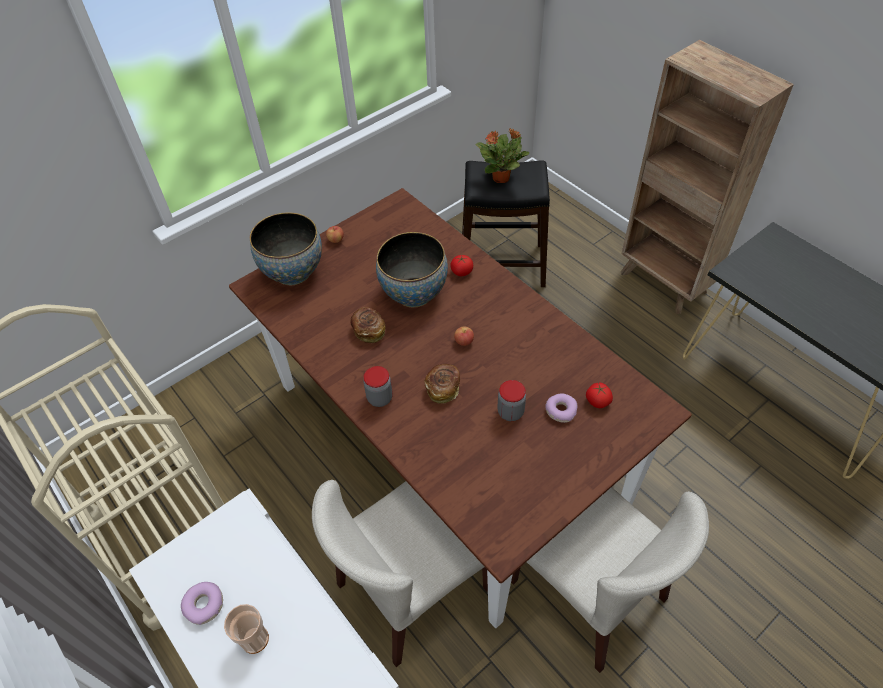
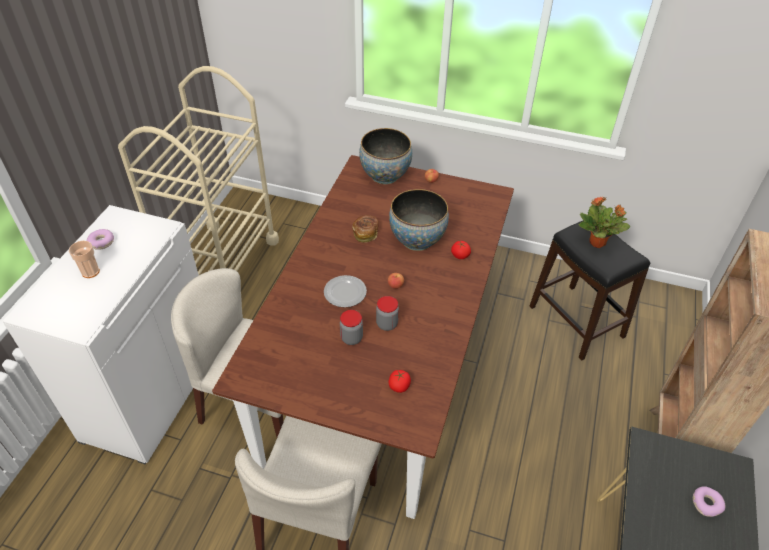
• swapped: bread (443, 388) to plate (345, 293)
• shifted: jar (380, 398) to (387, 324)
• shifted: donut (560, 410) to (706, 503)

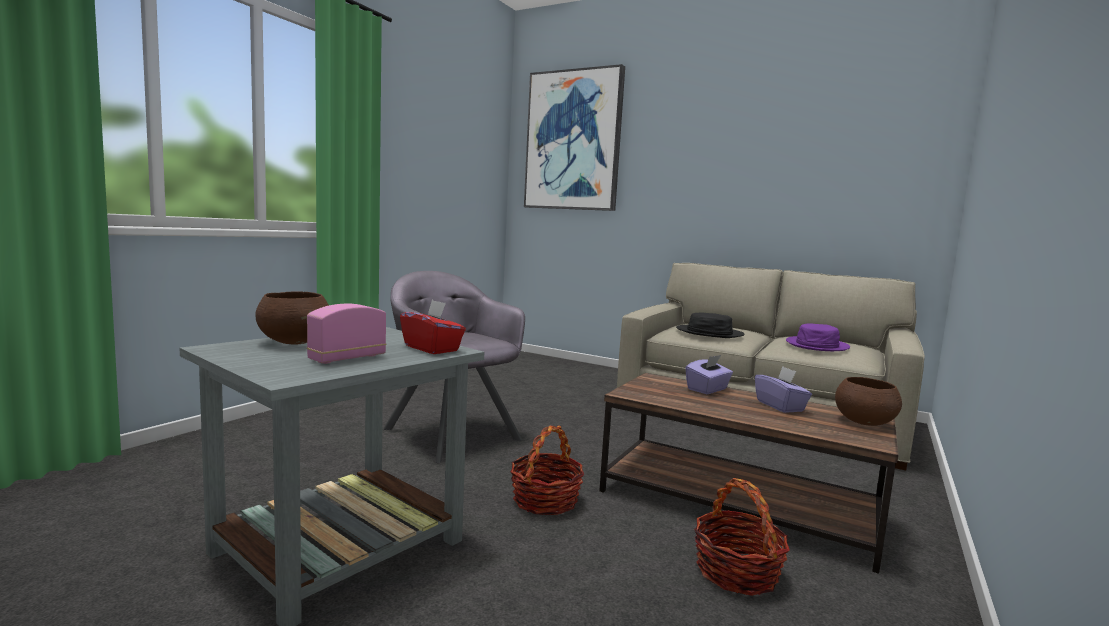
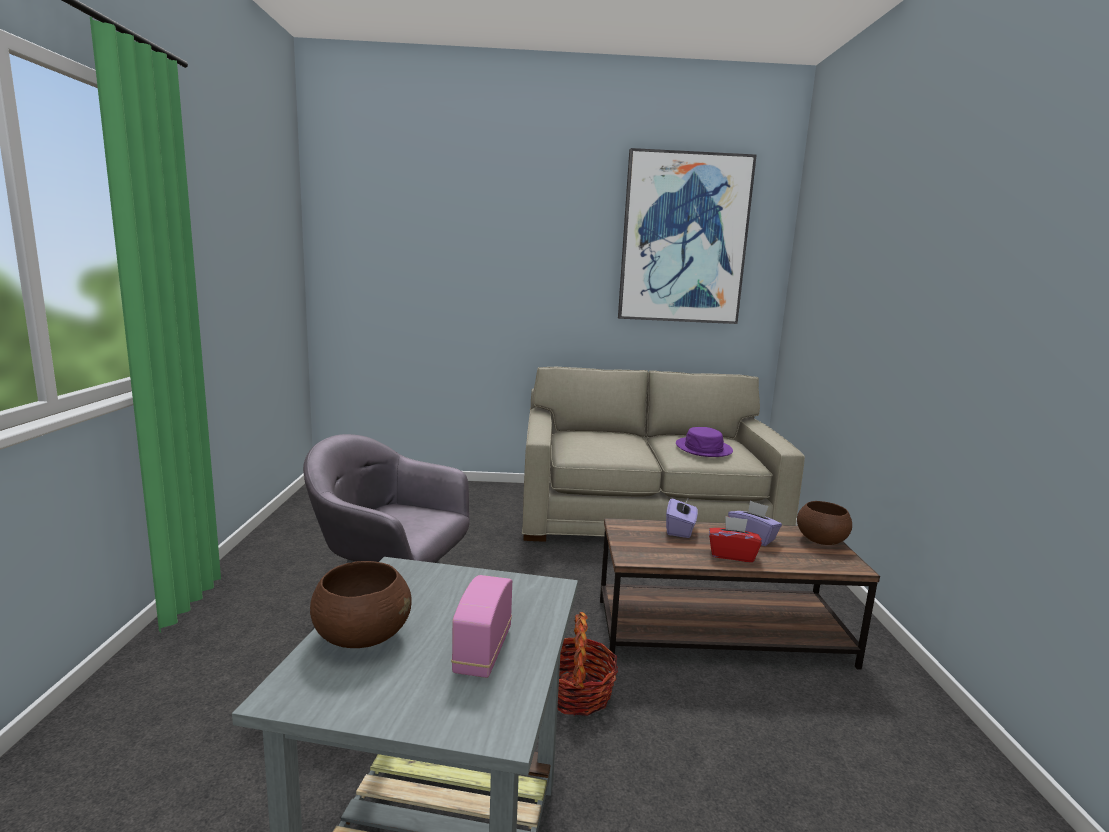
• shifted: picture (573, 141) to (683, 239)
• shifted: red_tissue_box (432, 348) to (732, 555)
• gone: black_hat (709, 333)
• gone: basket (737, 572)

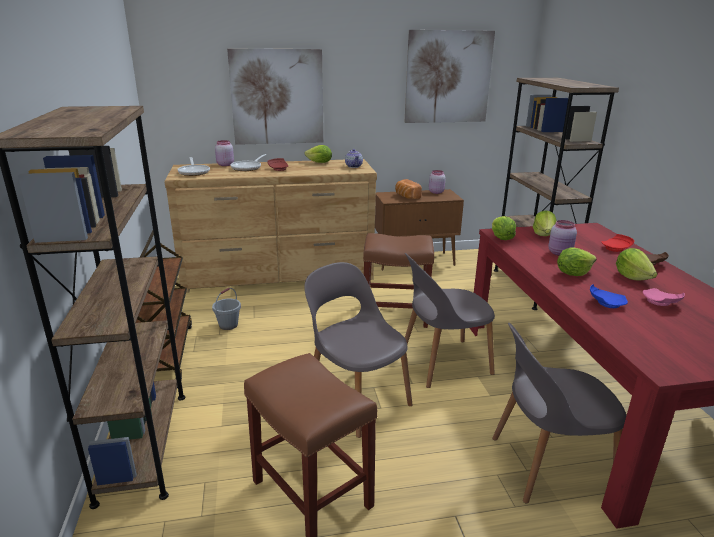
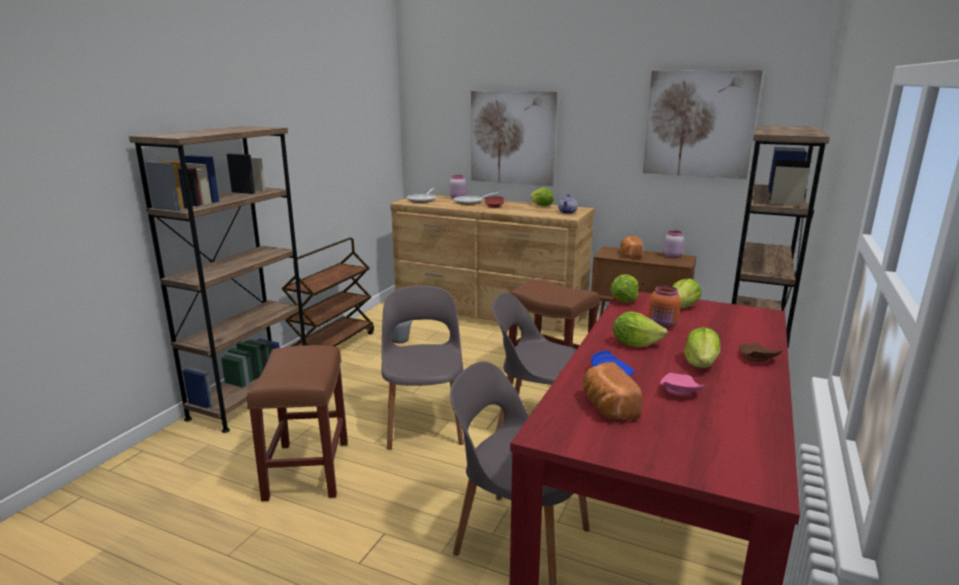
• new: bread (607, 407)
• repainted: pink_jar (560, 253) to orange_jar (663, 326)
• gone: red_plate (616, 248)

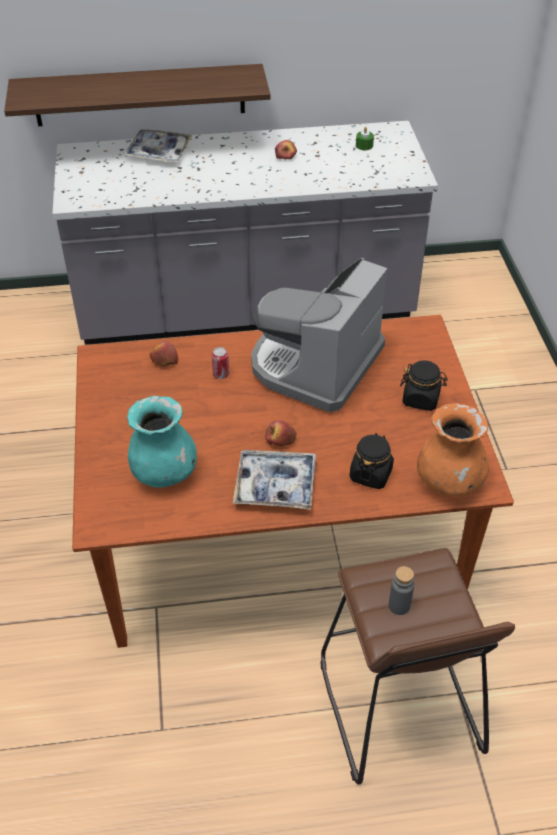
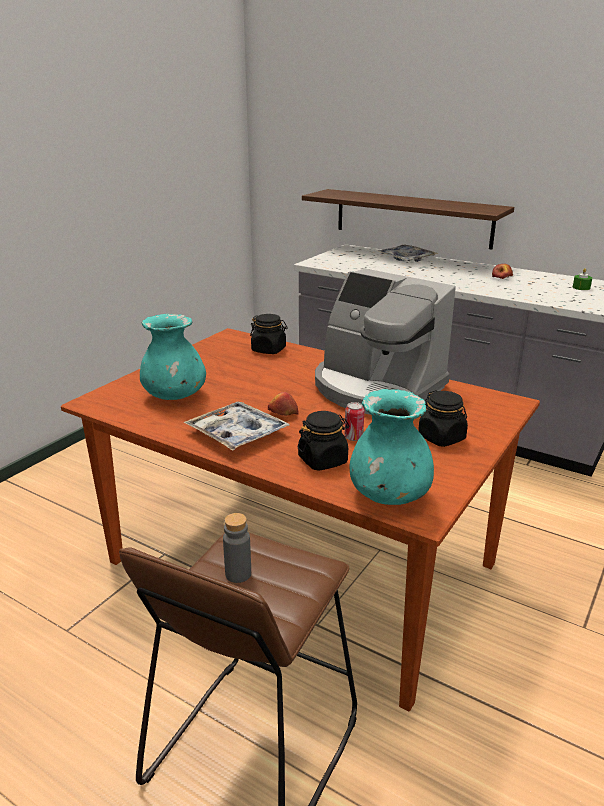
• swapped: apple (164, 360) to black_jar (269, 350)
• rotated: coffee_machine (315, 365) = (376, 388) 120 degrees counterclockwise
• shifted: can (221, 374) to (353, 437)
• repainted: orange_vase (449, 481) to turquoise_vase (389, 496)

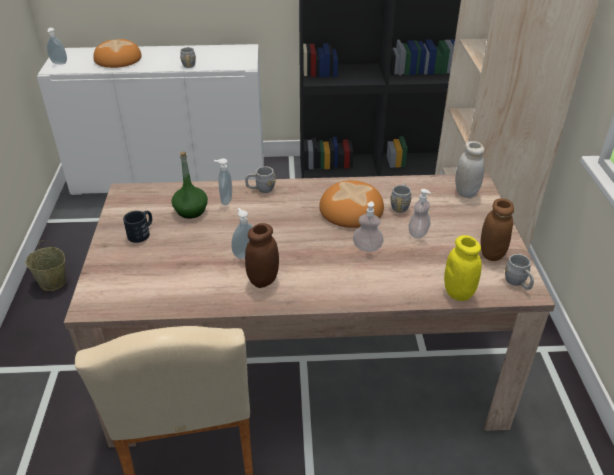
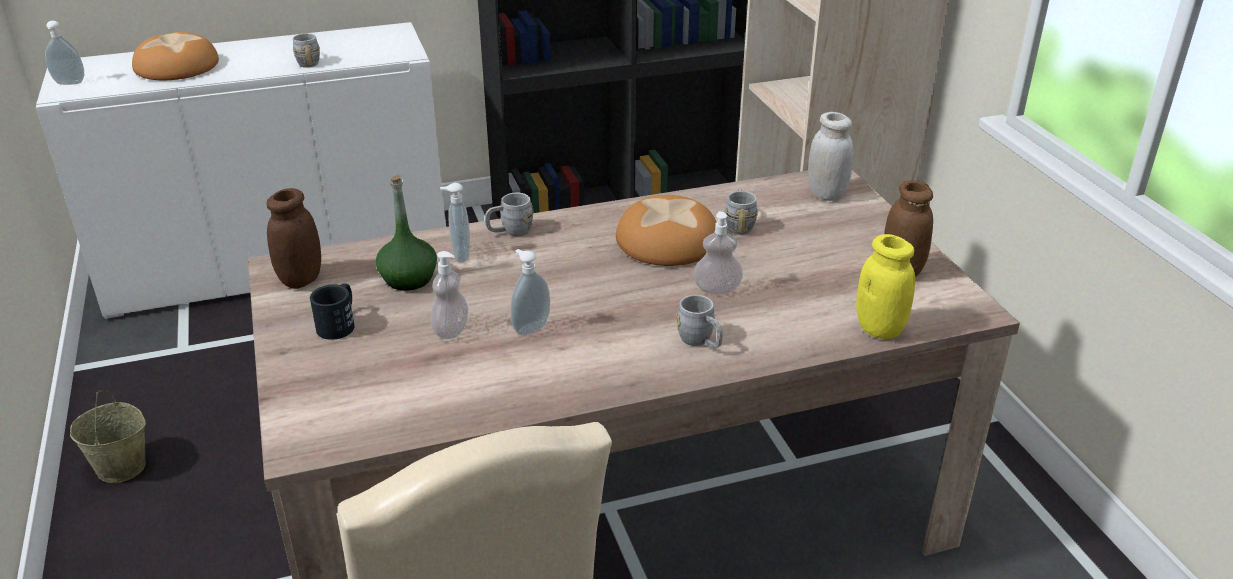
• shifted: brown_jar (263, 280) to (301, 279)
• shifted: soap_dispenser (418, 233) to (451, 330)
• shifted: grey_mug (518, 283) to (700, 342)

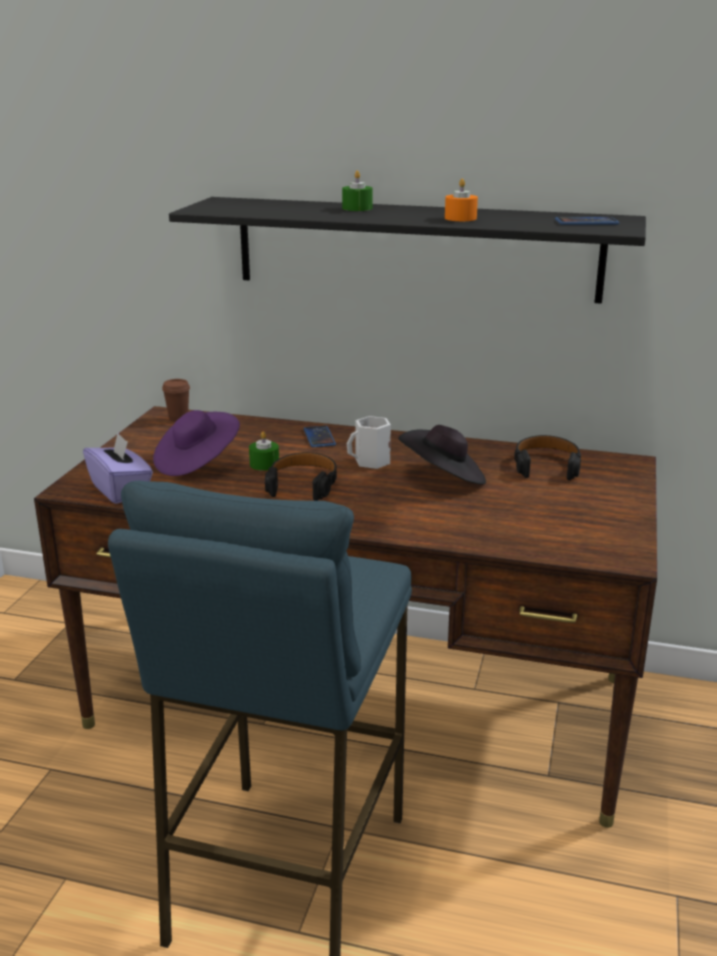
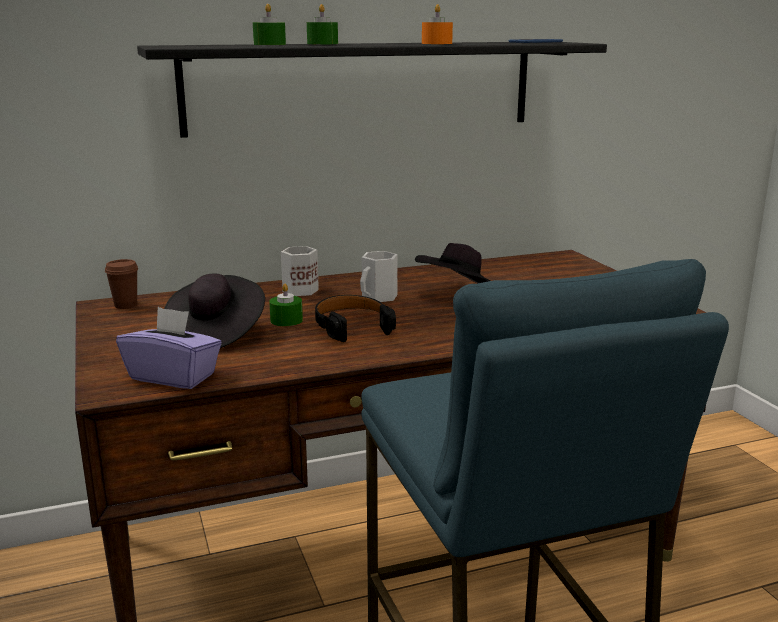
• repainted: purple_hat (197, 462) to black_hat (215, 334)
• new: green_candle (269, 44)
• swapped: phone (319, 437) to white_mug (299, 290)
• gone: black_headphones (546, 465)

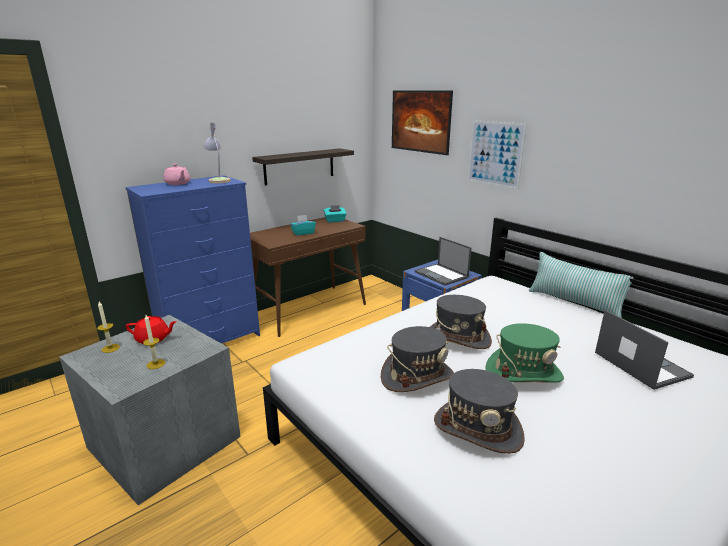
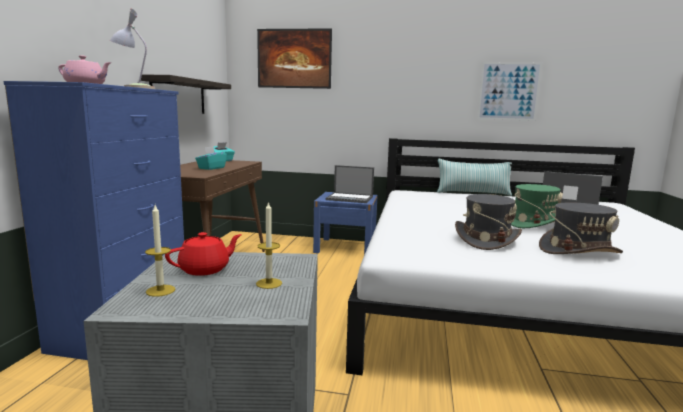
• shifted: picture (495, 154) to (508, 91)
• gone: grey_hat (457, 338)

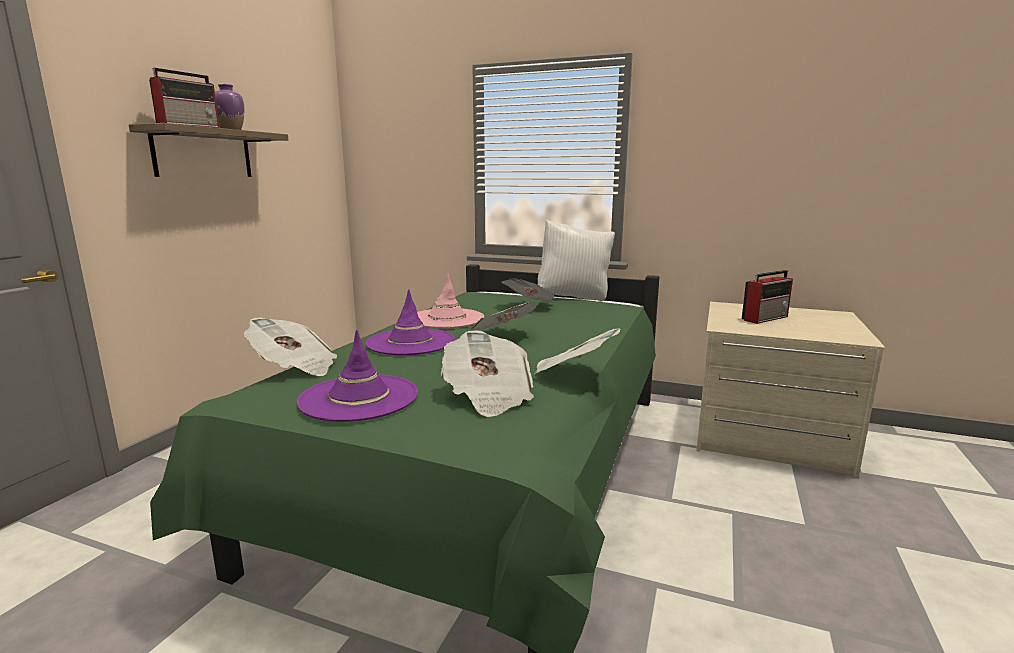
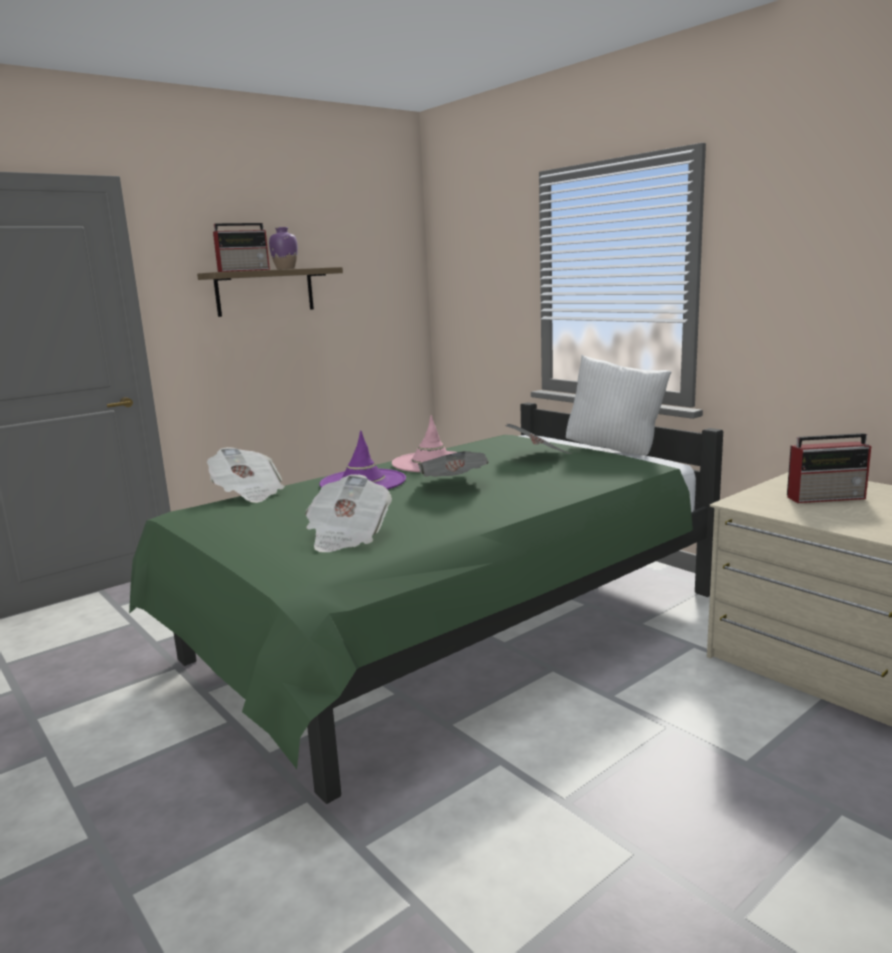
• gone: purple_hat (359, 398)
• gone: newspaper (572, 373)

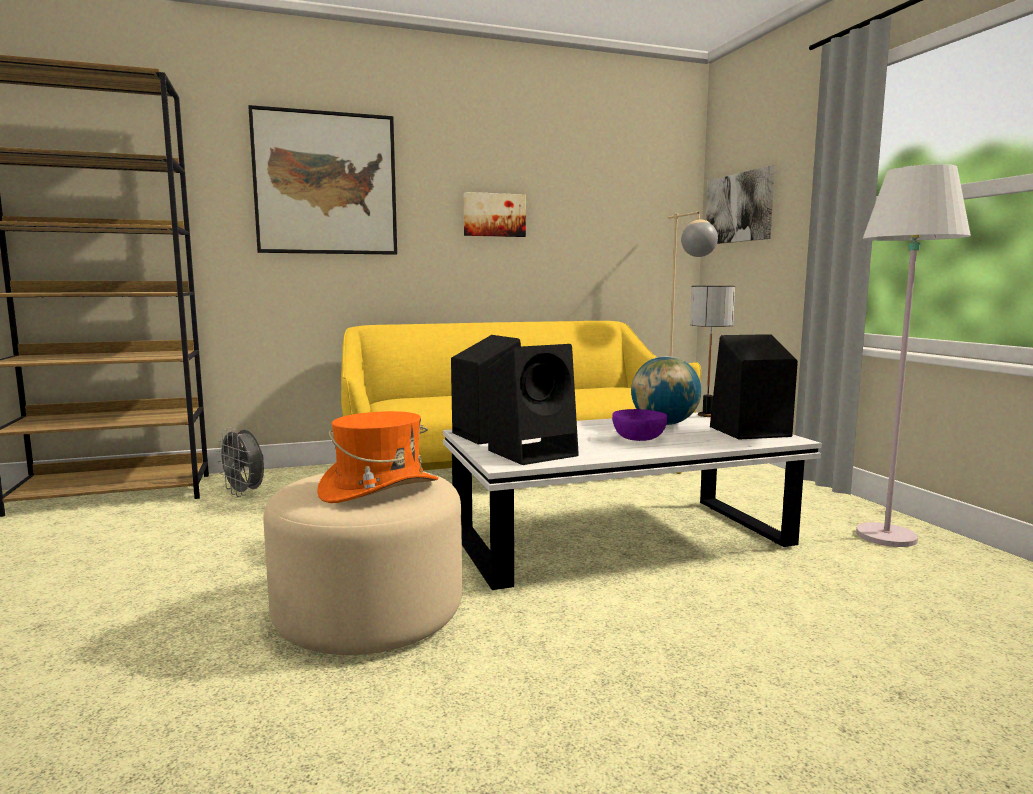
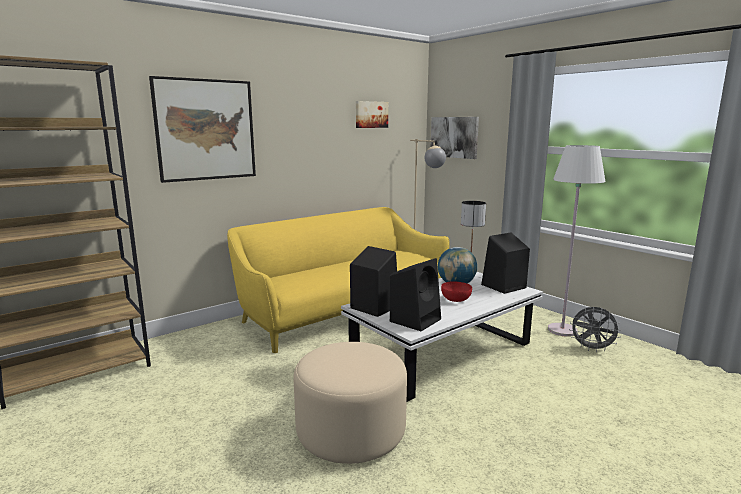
• shifted: picture (494, 215) to (371, 114)
• repainted: purple_bowl (639, 438) to red_bowl (456, 299)
• shifted: grey_fan (245, 493) to (592, 349)
• gone: orange_hat (379, 489)

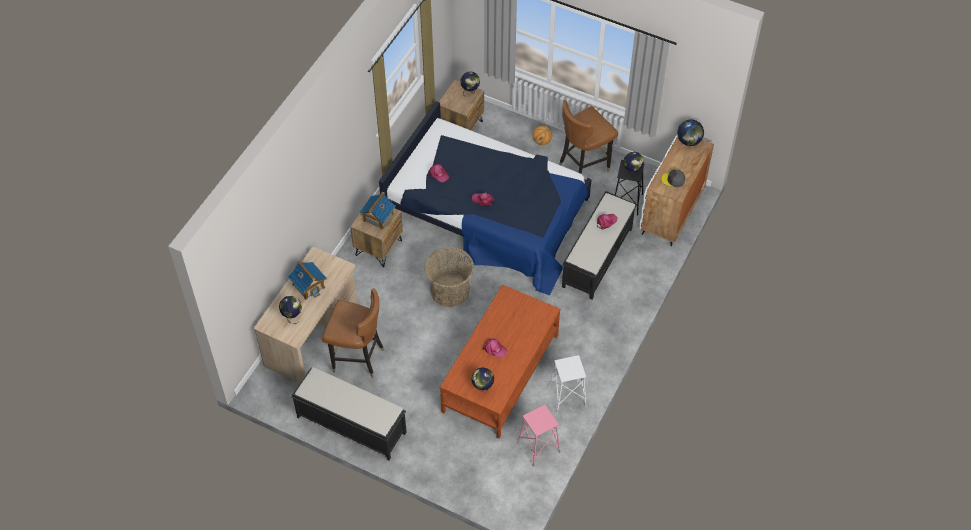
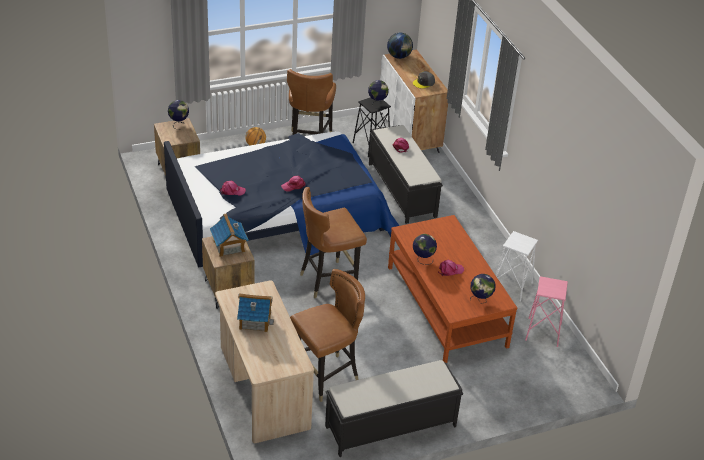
• swapped: basket (450, 290) to brown_chair (328, 280)
• shifted: globe (292, 316) to (423, 260)

